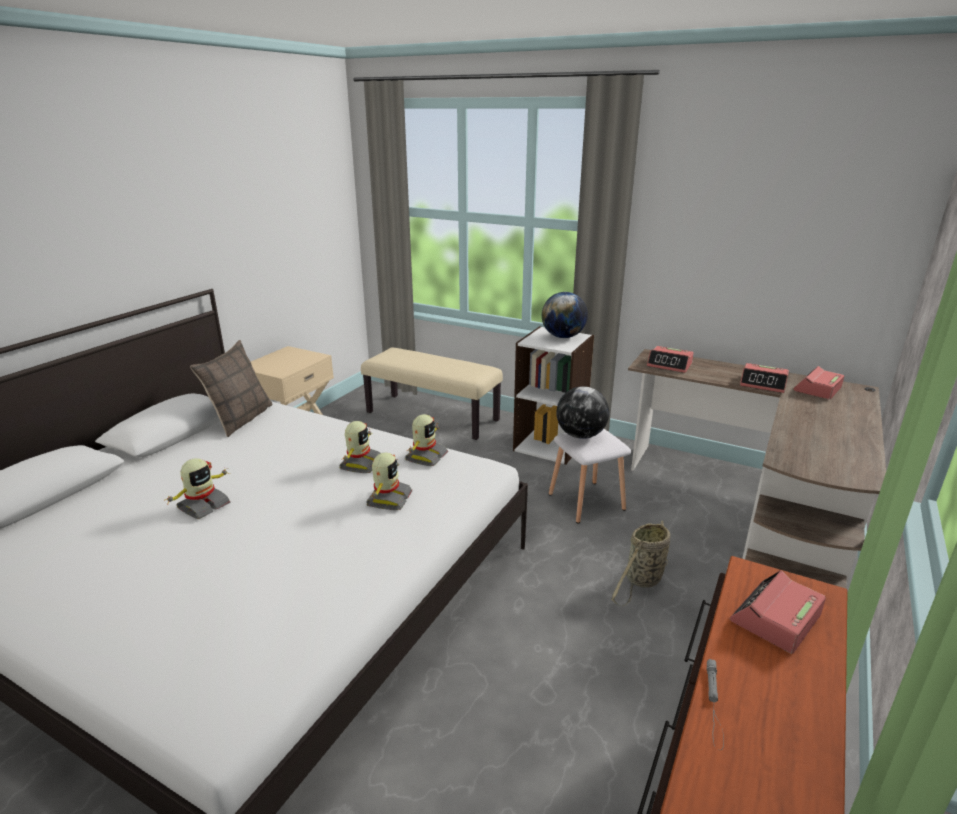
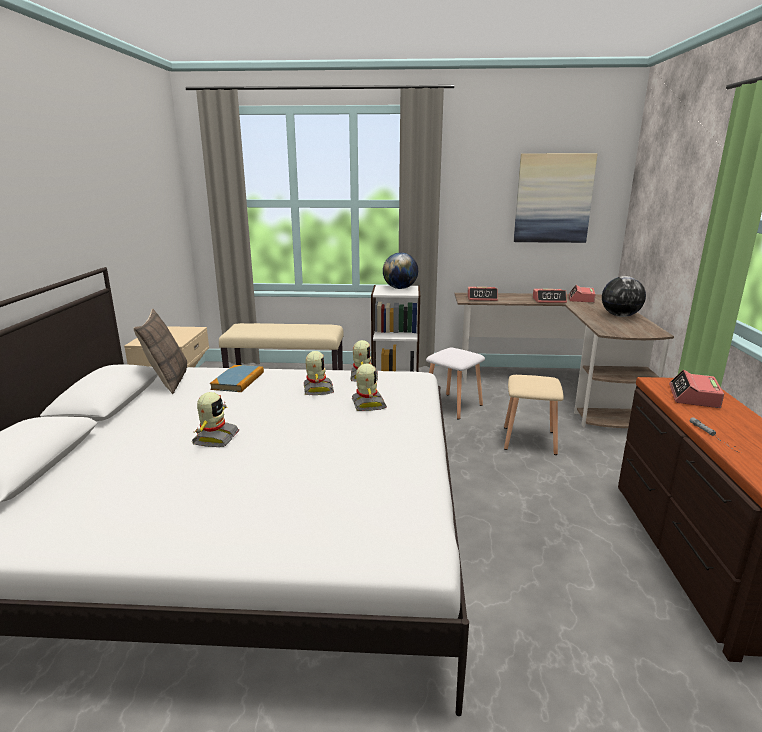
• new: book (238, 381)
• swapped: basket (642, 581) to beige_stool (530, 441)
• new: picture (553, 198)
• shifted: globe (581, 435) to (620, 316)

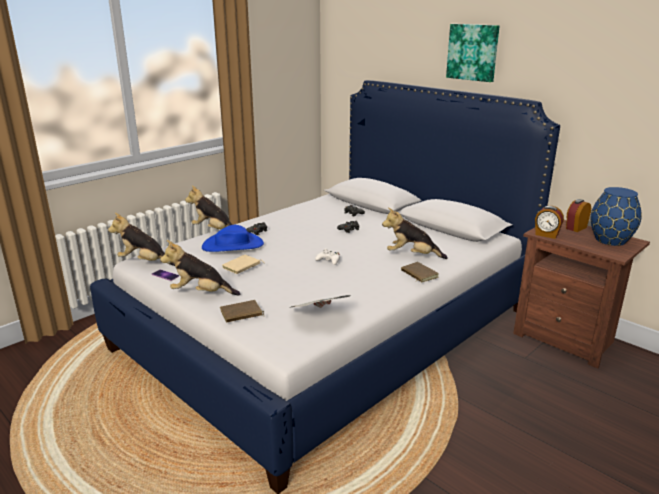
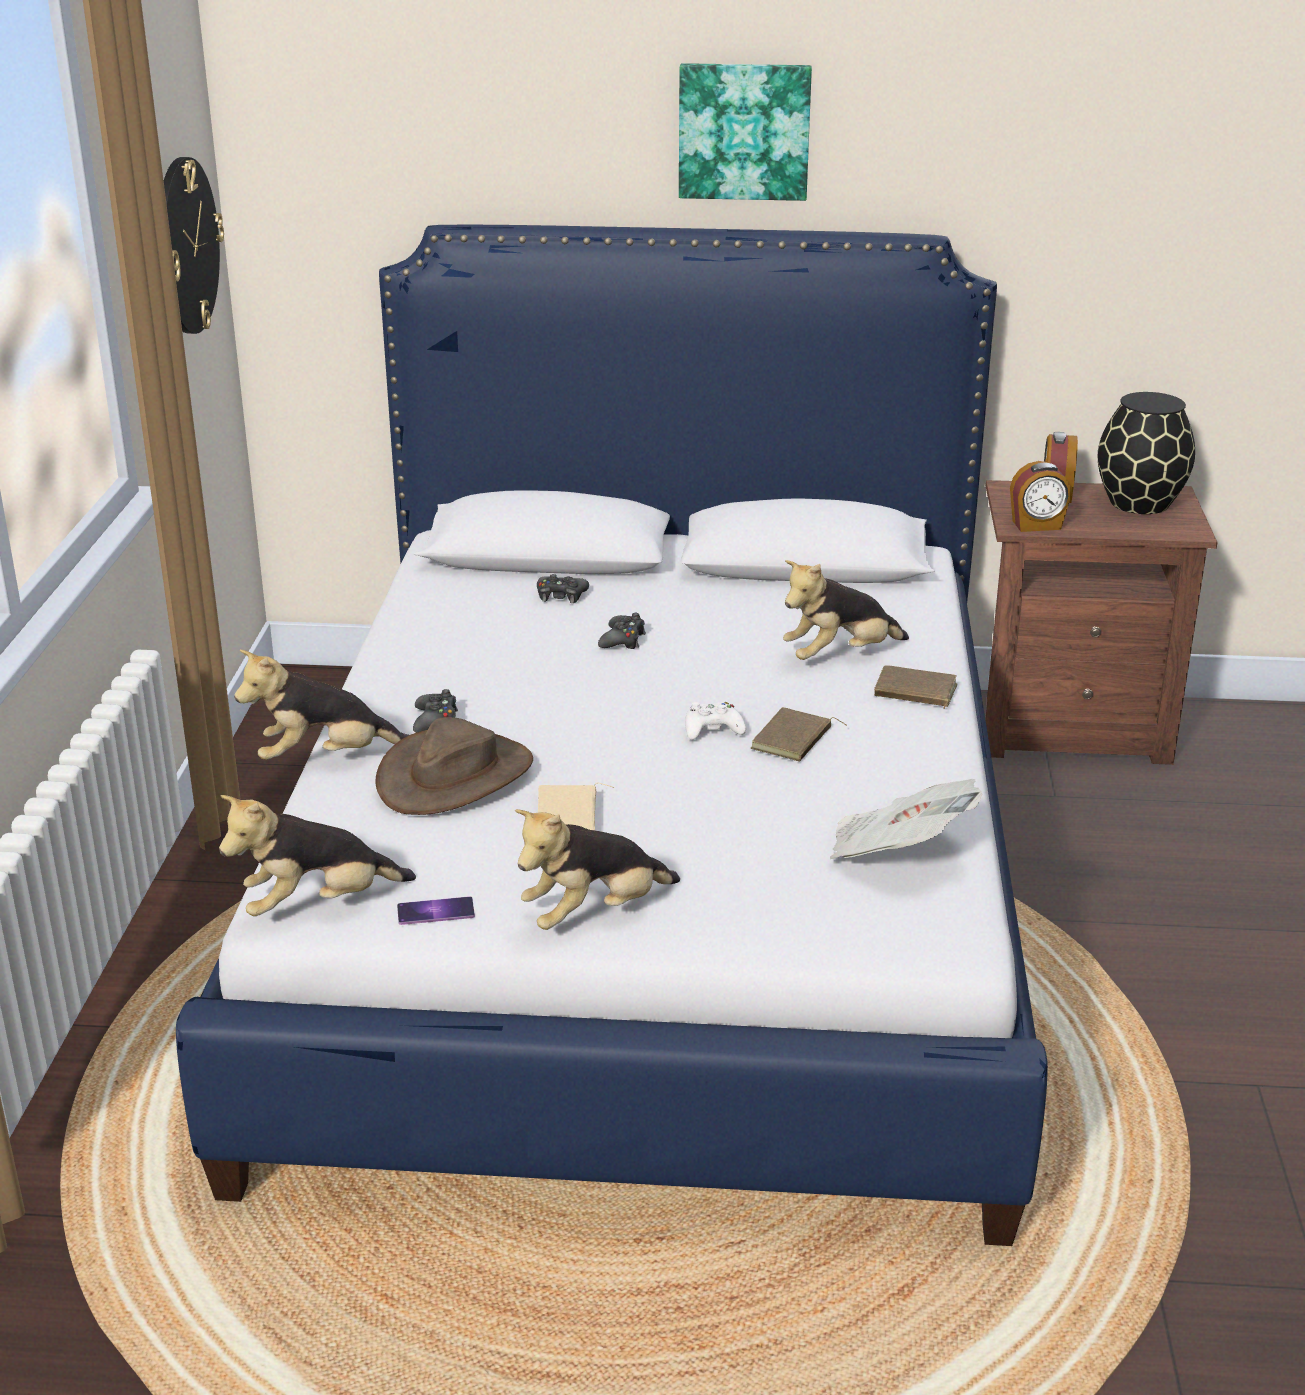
• new: wall_clock (185, 246)
• repainted: blue_hat (233, 245) to brown_hat (455, 775)
• shifted: brown_book (241, 314) to (794, 740)
• repainted: blue_vase (611, 240) to black_vase (1140, 503)

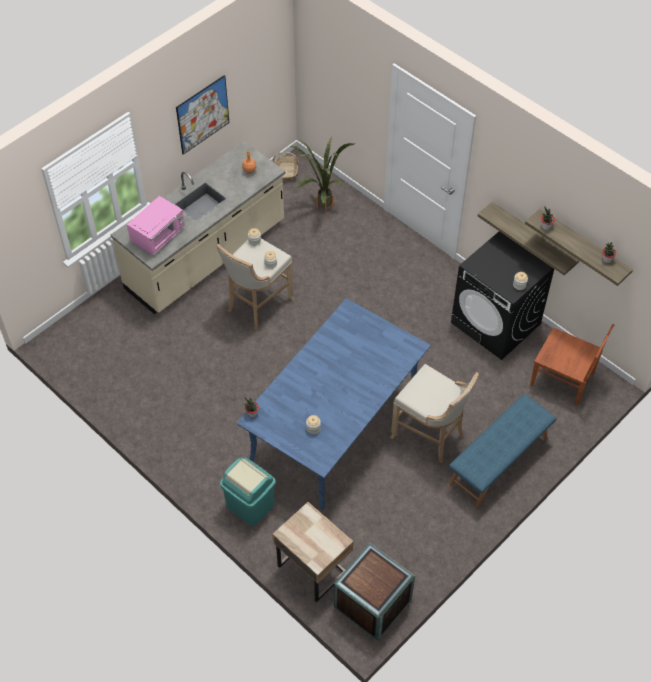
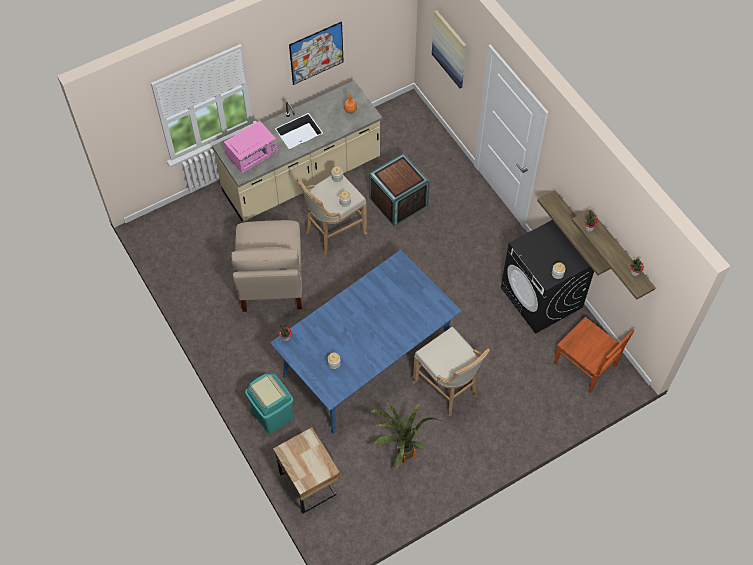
• new: beige_chair (271, 282)
• shifted: crate (372, 602) to (398, 201)
• shifted: potted_plant (320, 209) to (400, 456)
• new: picture (450, 49)
• gone: basket (286, 171)
• gone: blue_bench (499, 462)

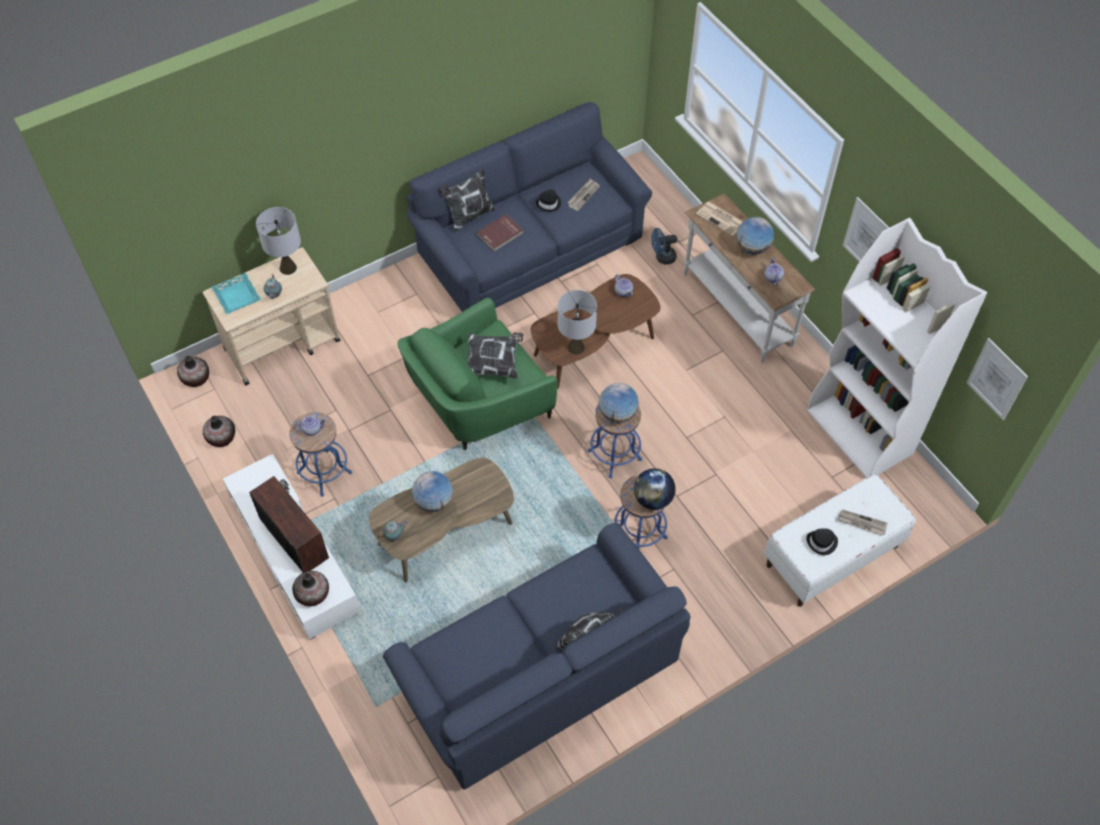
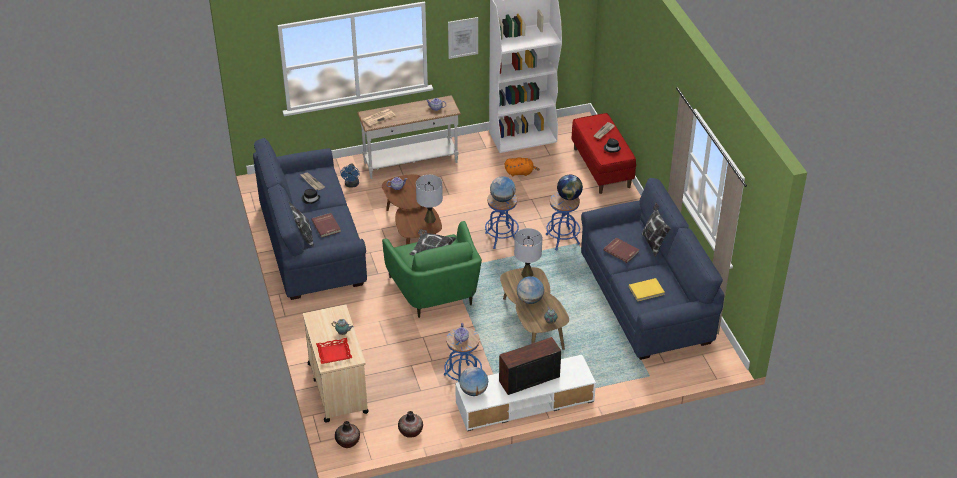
• repainted: turquoise_tray (236, 296) to red_tray (334, 353)
• shifted: globe (752, 248) to (473, 391)
• new: orange_plush_toy (520, 172)
• shifted: grey_table_lamp (288, 268) to (527, 274)
• repainted: white_bench (832, 556) to red_bench (602, 168)
• new: red_book (621, 251)
• new: yellow_book (646, 291)
• gone: vase (313, 595)
• gone: picture (996, 379)

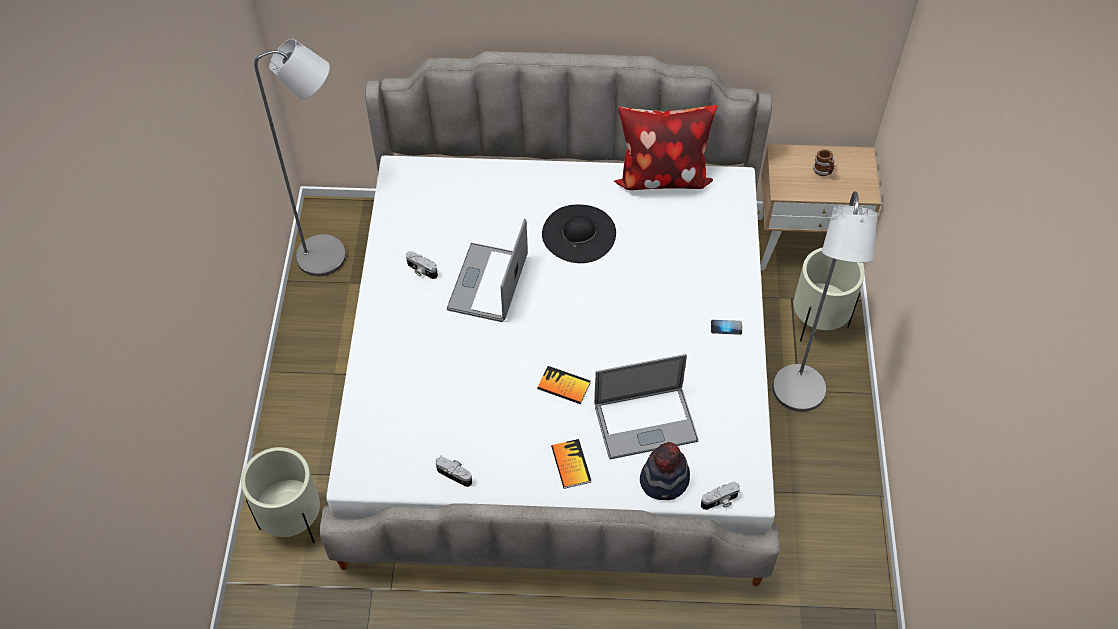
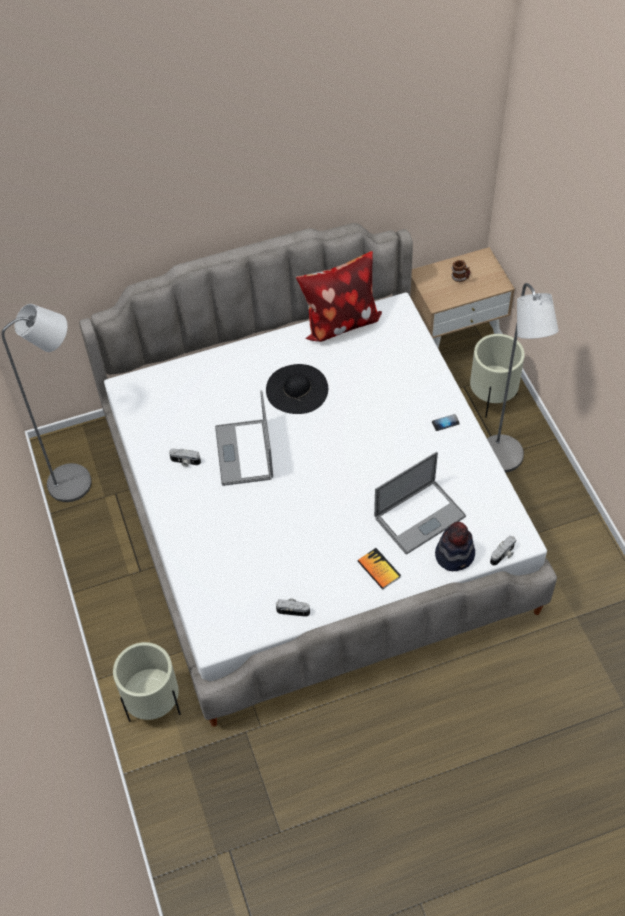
• gone: book (564, 386)

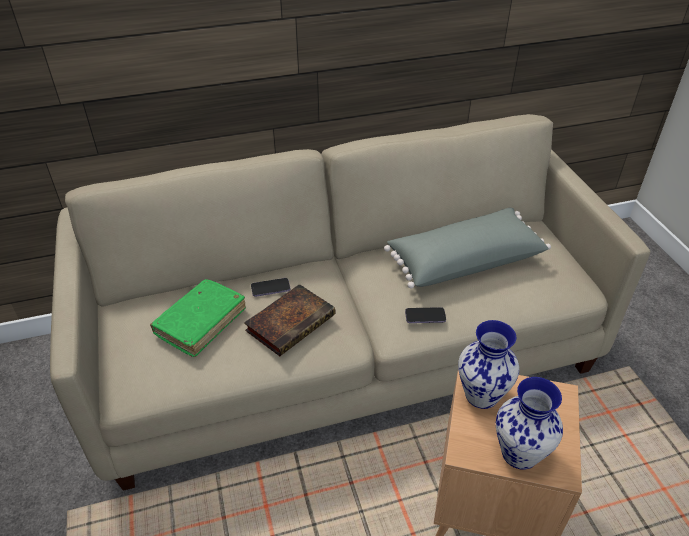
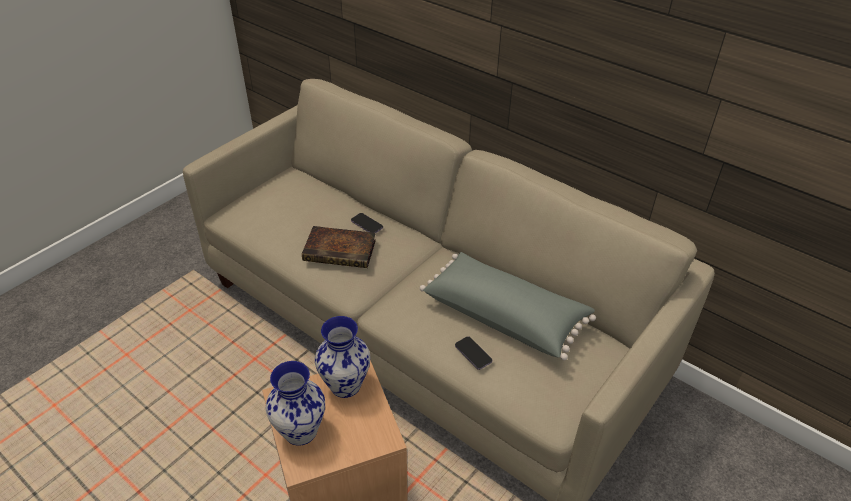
• shifted: phone (425, 316) to (473, 354)
• gone: green_book (201, 322)

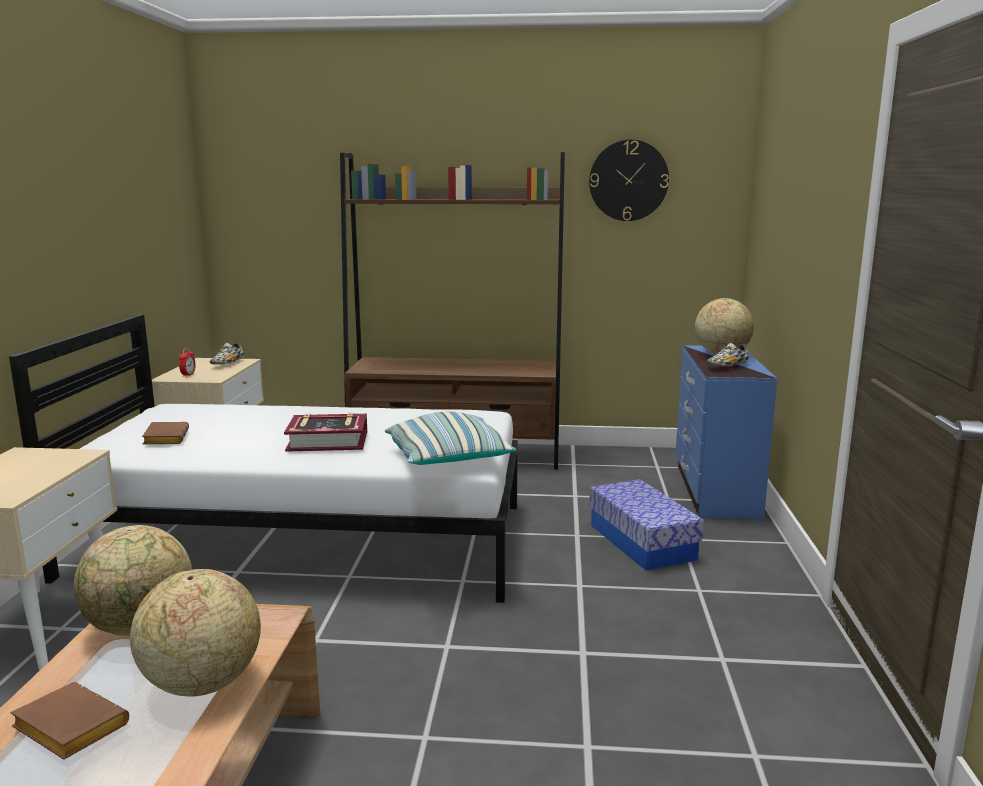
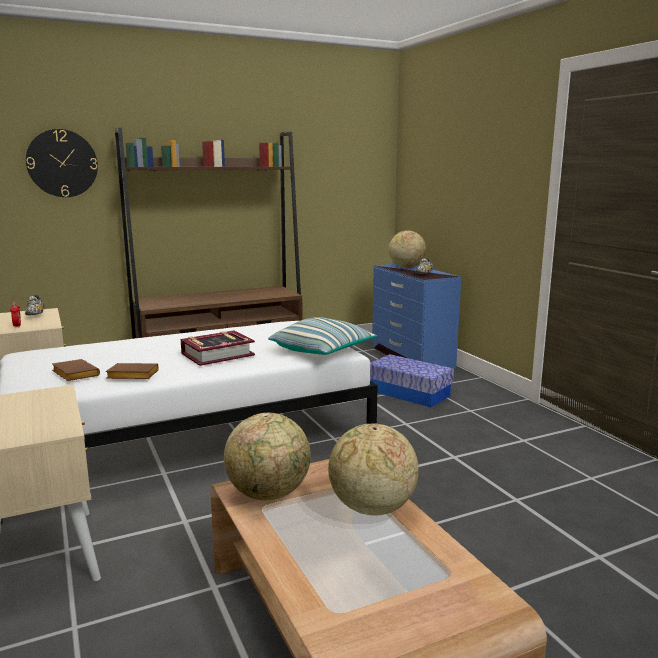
• shifted: wall_clock (628, 180) to (62, 163)
• shifted: brown_book (67, 728) to (131, 376)

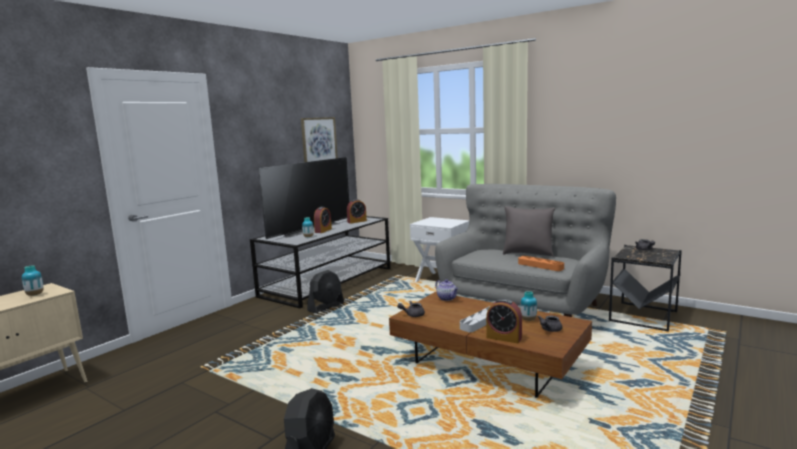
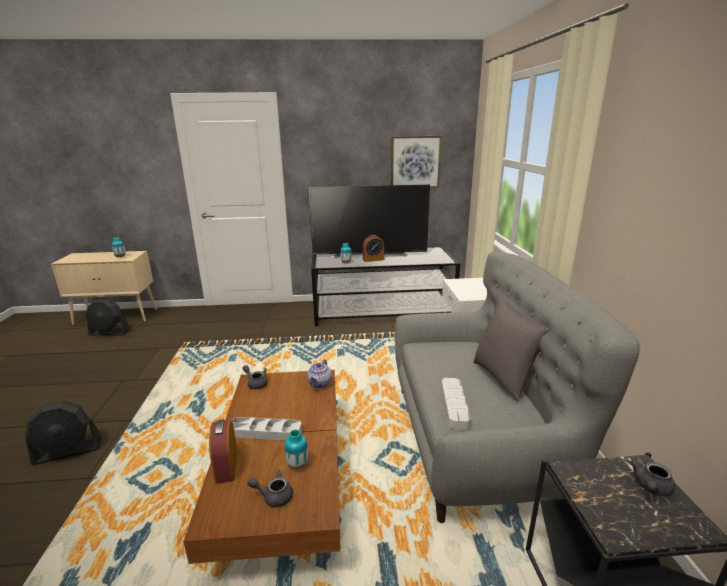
• shifted: black_fan (326, 307) to (109, 332)
• repainted: orange_tray (540, 266) to grey_tray (454, 405)
• gone: alarm_clock (357, 221)

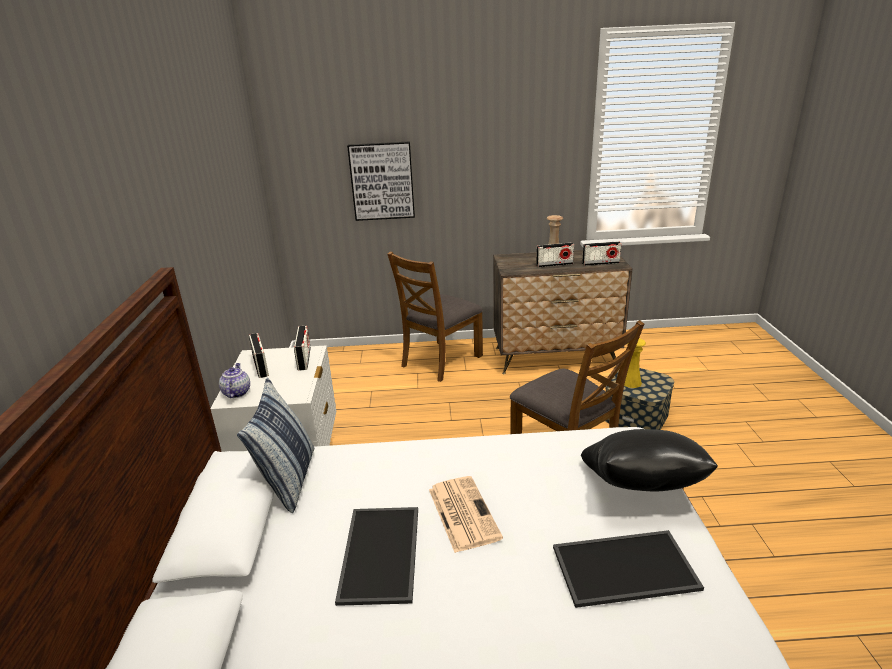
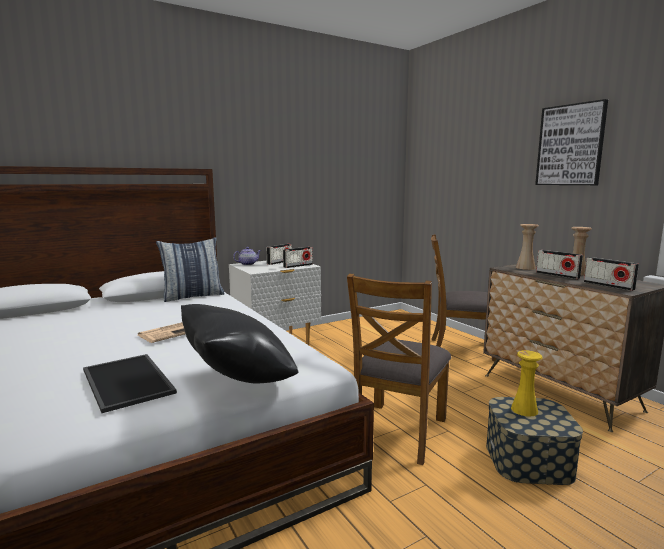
• new: beige_vase (525, 267)
• shifted: picture (382, 181) to (570, 145)
• gone: tray (382, 554)

